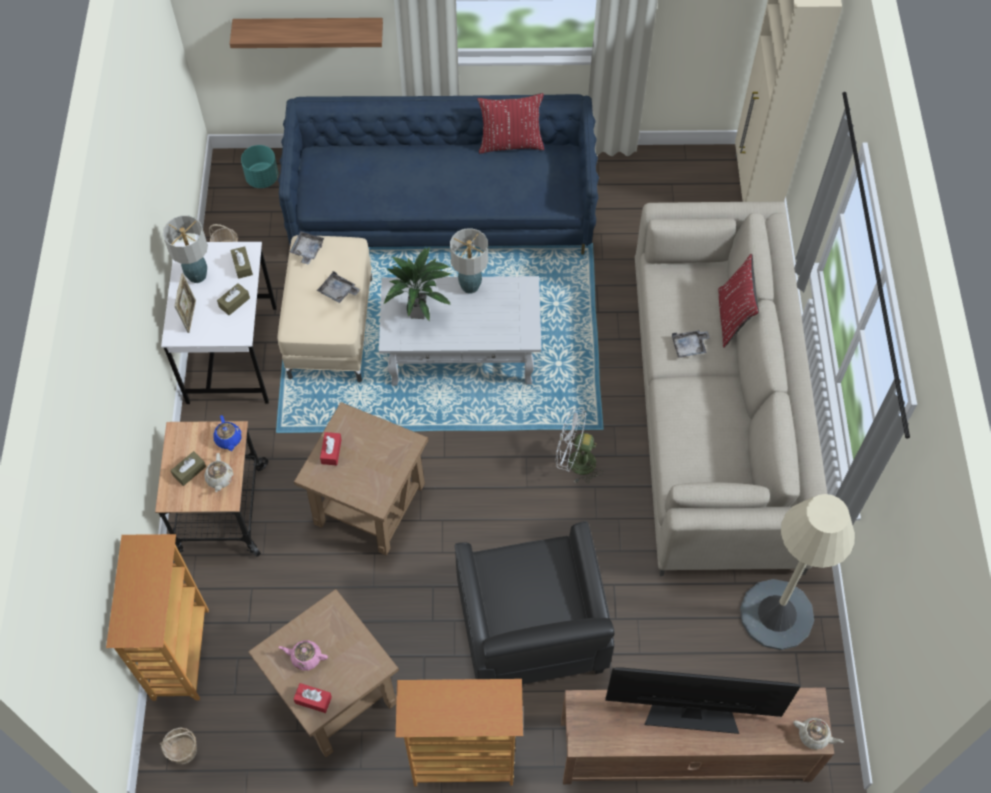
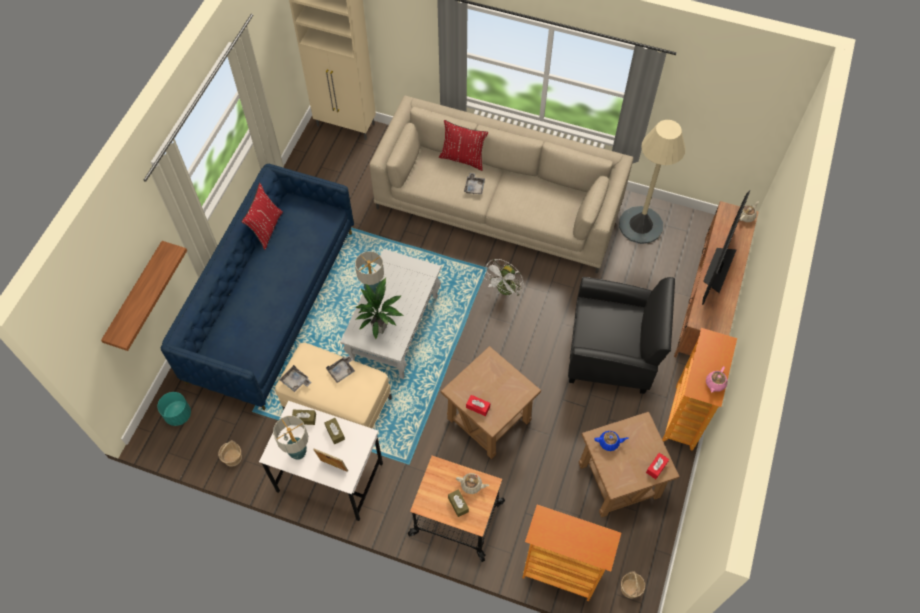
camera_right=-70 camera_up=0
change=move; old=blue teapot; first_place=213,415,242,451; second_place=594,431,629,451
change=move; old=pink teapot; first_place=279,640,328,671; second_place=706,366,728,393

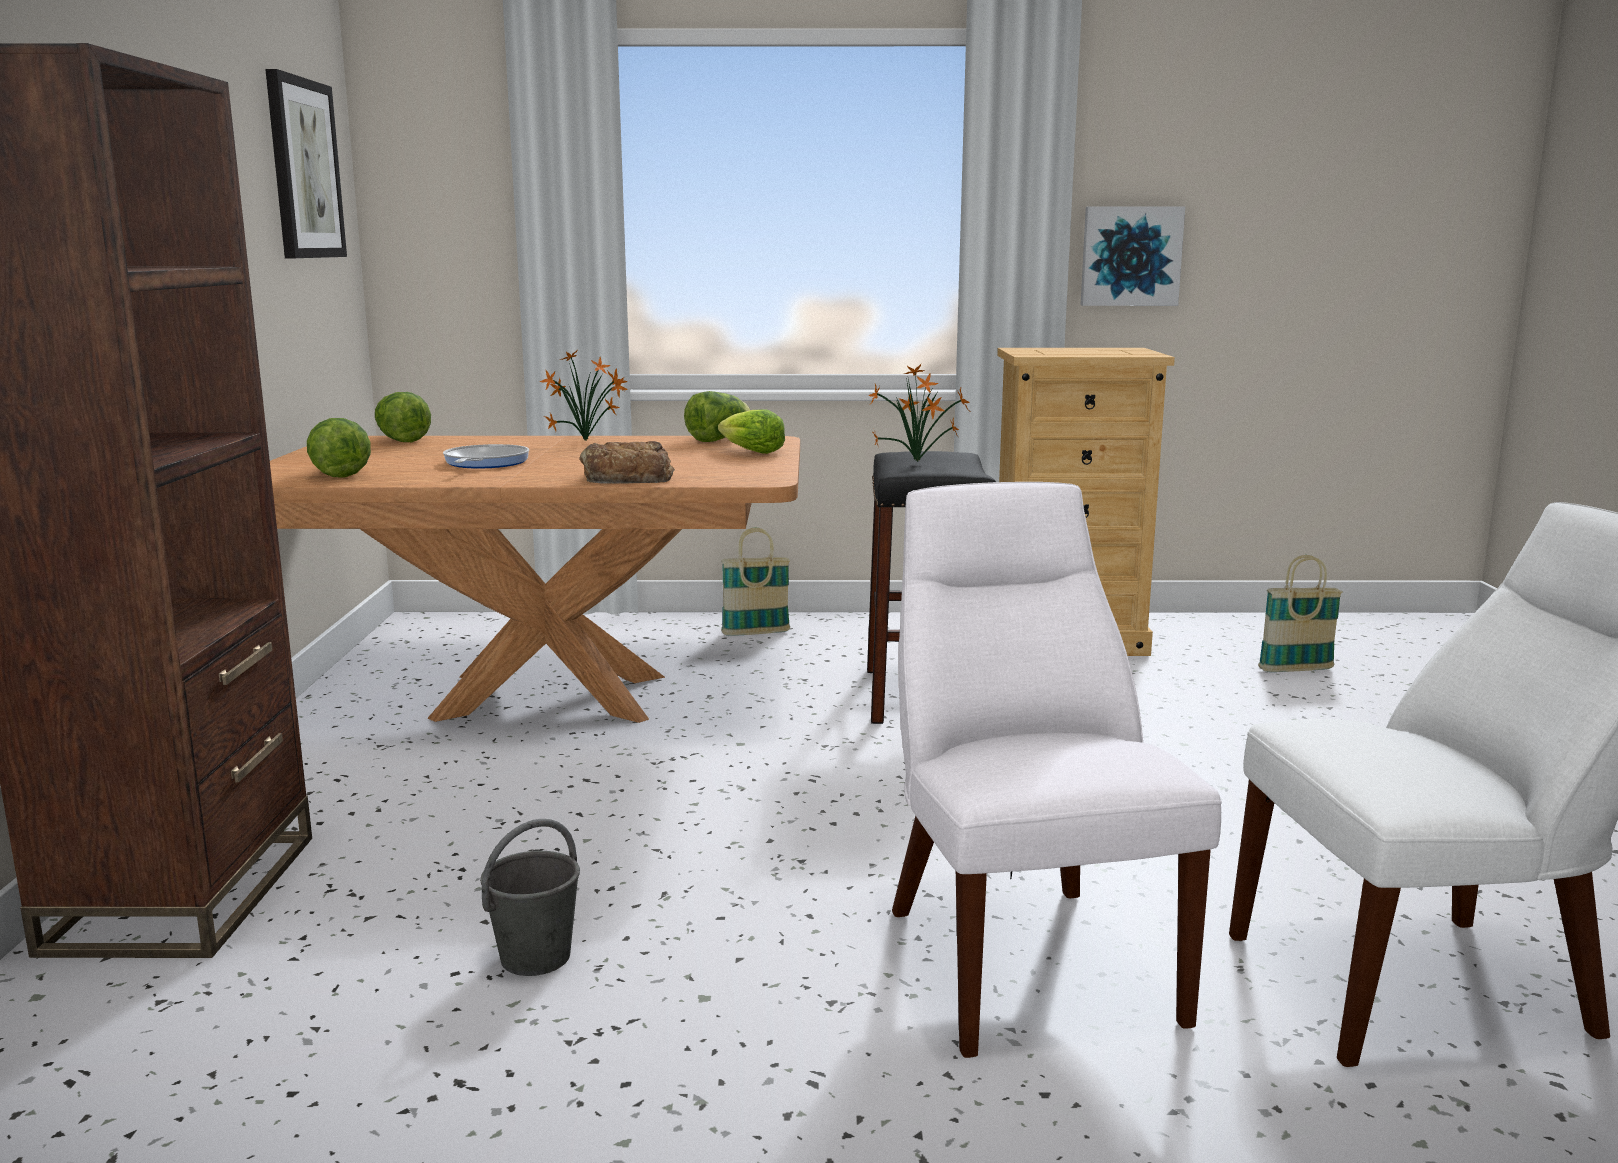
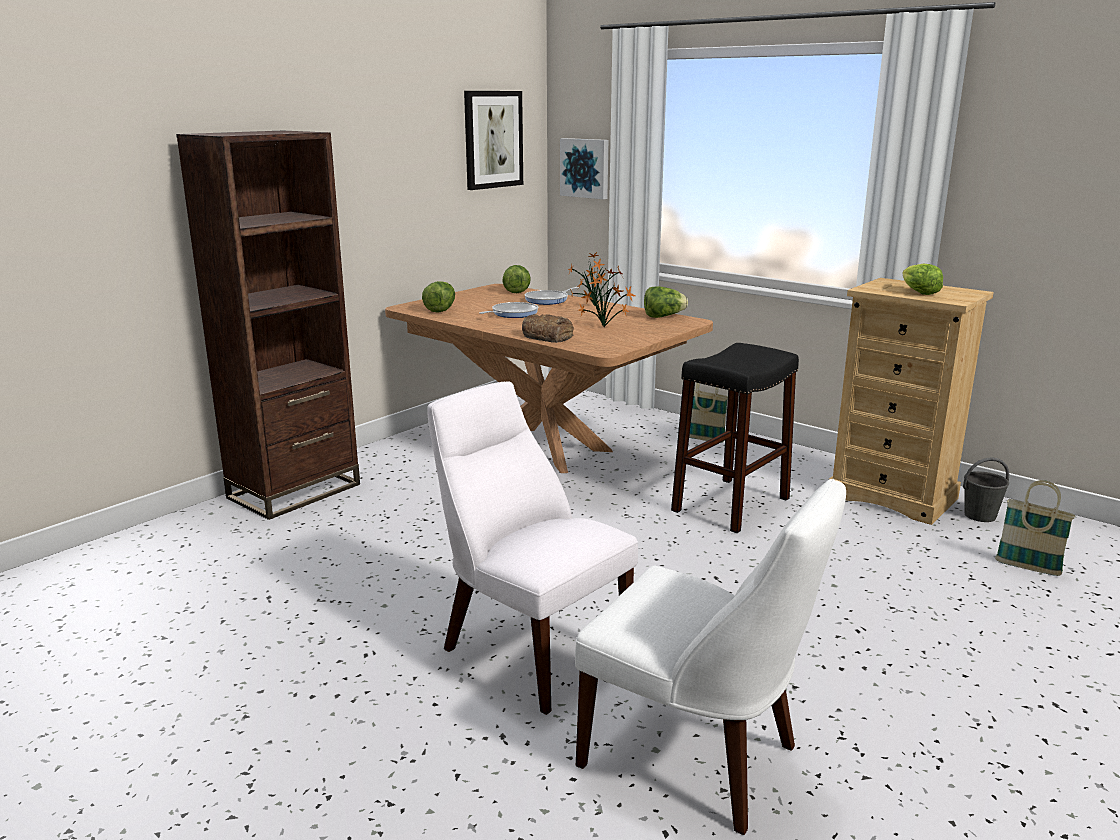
camera_right=40 camera_up=5
change=move; old=picture; first_place=1081,206,1185,306; second_place=560,138,608,199
change=move; old=potted plant; first_place=869,364,969,462; second_place=577,268,635,328
change=move; old=lettuce; first_place=718,409,785,454; second_place=902,264,943,295
change=rotate; old=white chair; first_place=892,482,1222,1058; second_place=427,381,638,715; degrees=-75
change=move; old=grey bucket; first_place=480,819,580,976; second_place=963,458,1009,522
change=insert; new=frying pan; second_place=525,287,579,305

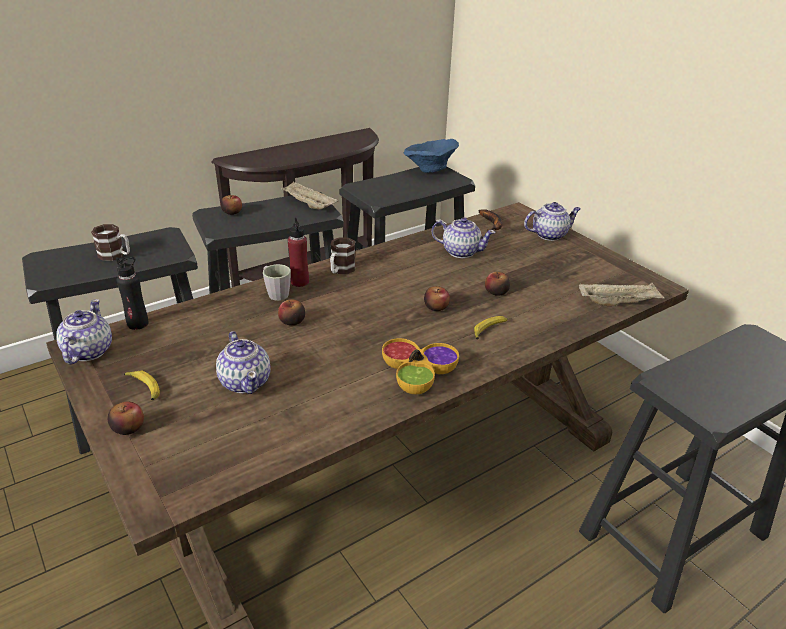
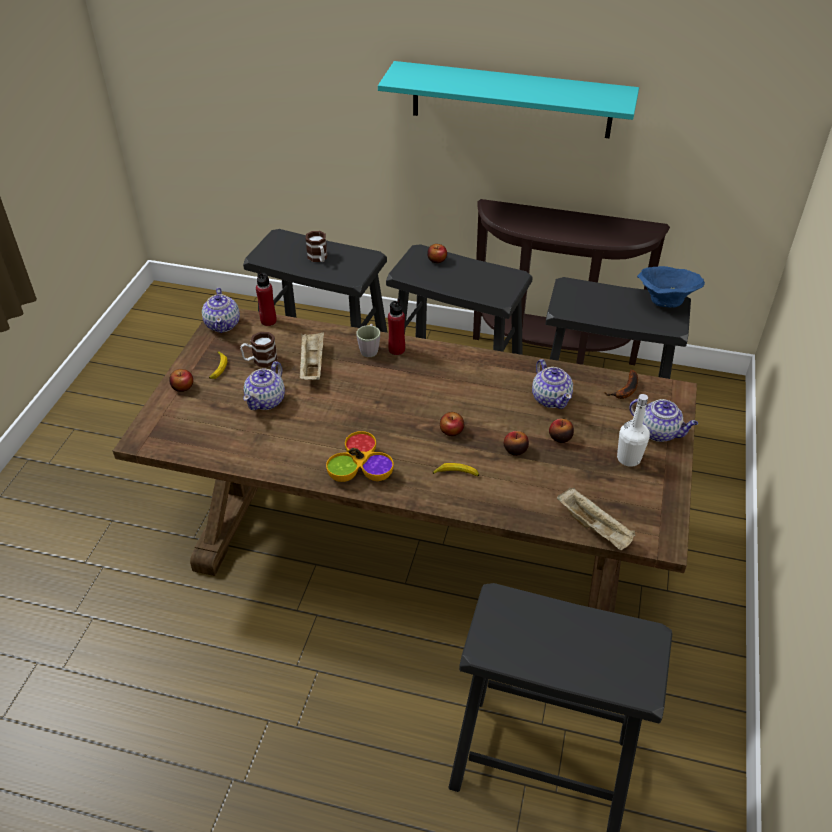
camera_right=50 camera_up=10
change=move; old=beige tray; first_place=281,182,339,209; second_place=300,332,324,380
change=move; old=mug; first_place=330,237,355,274; second_place=240,332,278,367
change=recolor; old=black bottle; new=red bottle; first_place=116,257,149,330; second_place=256,270,277,326
change=rotate; old=teapot; first_place=56,299,112,365; second_place=202,288,240,333; degrees=120
change=move; old=apple; first_place=278,299,305,325; second_place=549,419,574,443
change=insert; new=turquoise shelf; second_place=378,61,639,138
change=insert; new=white bottle; second_place=617,394,650,467

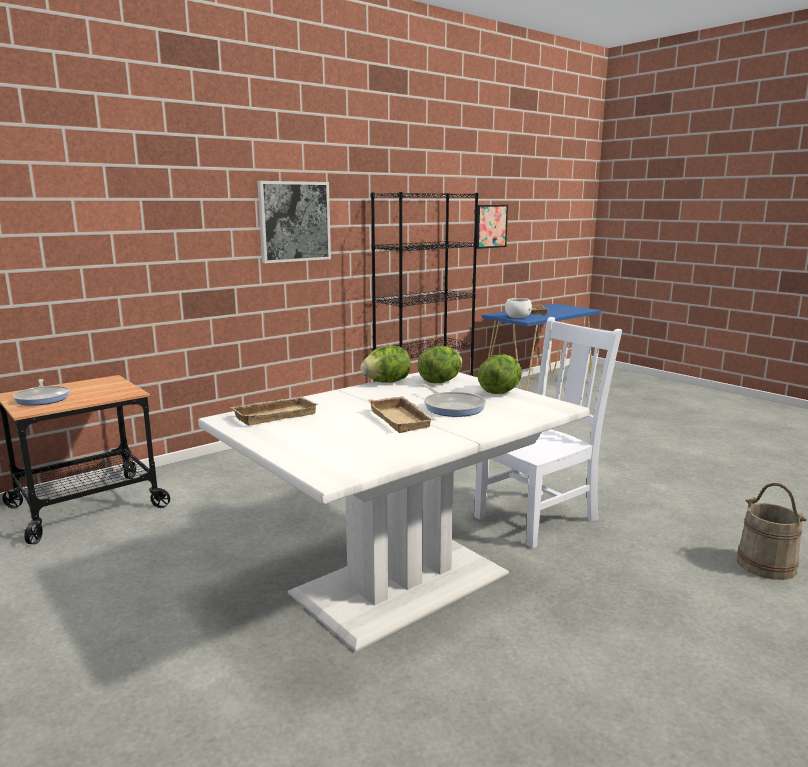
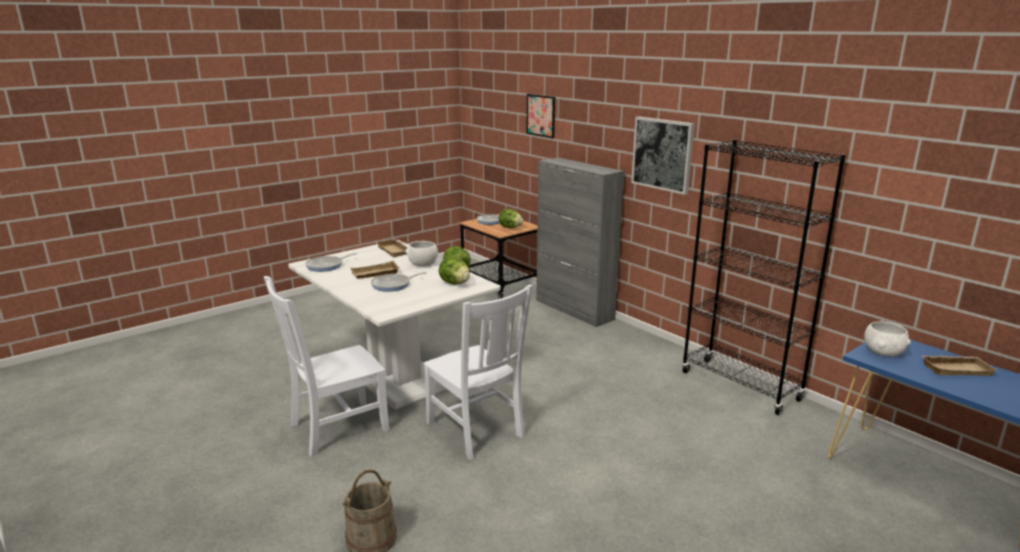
camera_right=90 camera_up=5
change=move; old=picture; first_place=477,205,508,249; second_place=526,94,555,138
change=move; old=lettuce; first_place=477,354,522,394; second_place=498,209,523,228
change=insert; new=grey cabinet; second_place=536,158,624,327
change=insert; new=white bowl; second_place=405,241,438,267
change=insert; new=frying pan; second_place=305,253,357,272
change=insert; new=white chair; second_place=264,276,389,457

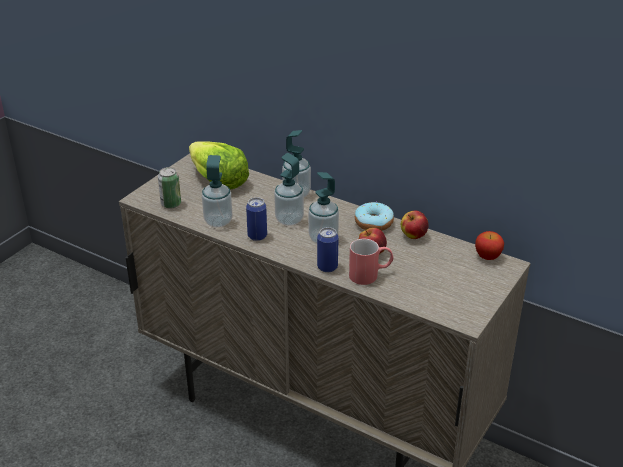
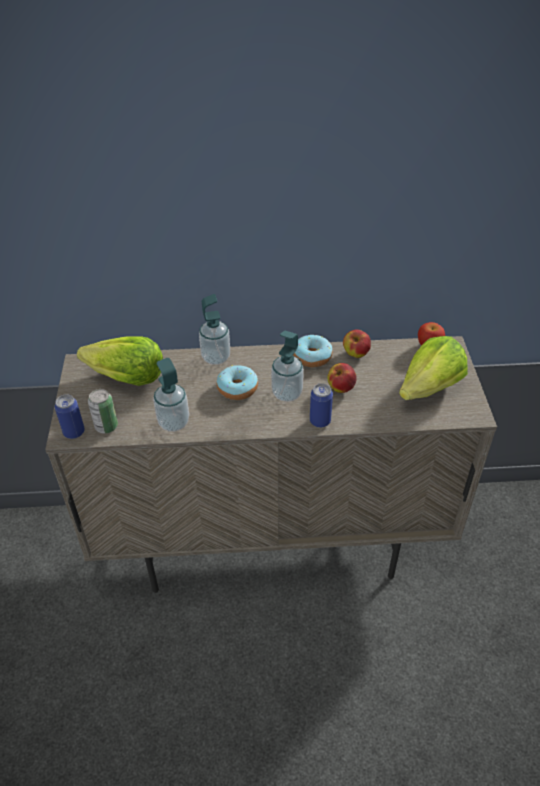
camera_right=-35 camera_up=10
change=replace; old=soap dispenser; new=donut; first_place=274,153,304,226; second_place=217,365,258,400
change=move; old=can; first_place=246,197,267,241; second_place=55,395,85,439
change=delete; old=red mug; first_place=349,239,393,285
change=insert; new=lettuce; second_place=399,336,468,400

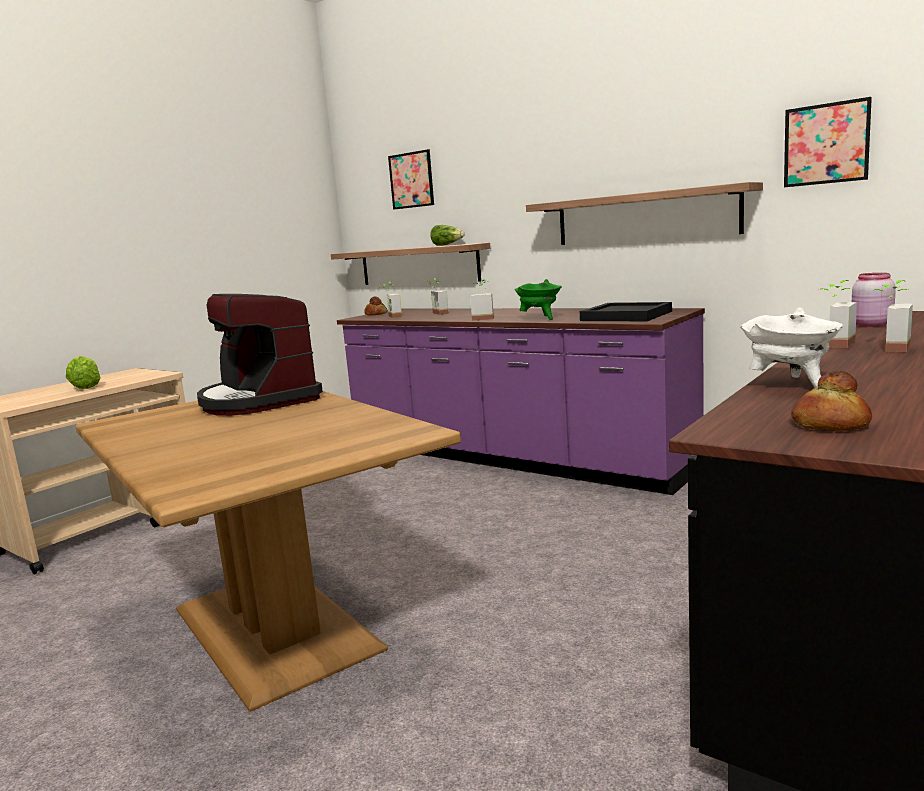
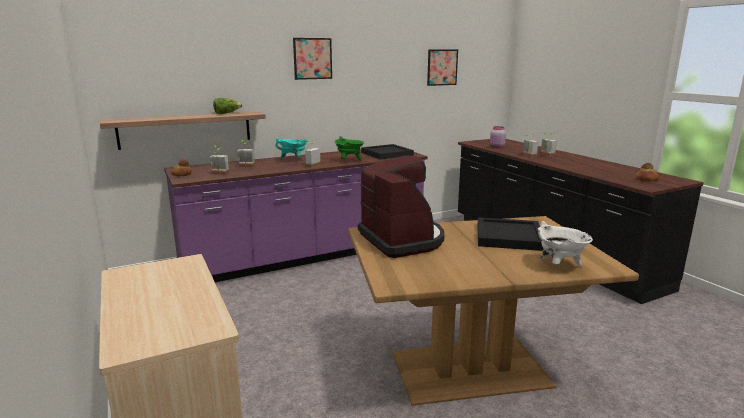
camera_right=-65 camera_up=5
change=move; old=picture; first_place=388,149,434,210; second_place=293,38,332,80
change=delete; old=shelf; first_place=526,182,763,245
change=rotate; old=coffee machine; first_place=197,294,323,416; second_place=358,156,445,258; degrees=-105
change=move; old=white cooking pot; first_place=740,307,843,388; second_place=538,221,593,267
change=delete; old=lettuce; first_place=66,356,101,389
change=insert; new=turquoise cooking pot; second_place=275,138,308,161
change=insert; new=black tray; second_place=477,217,544,251

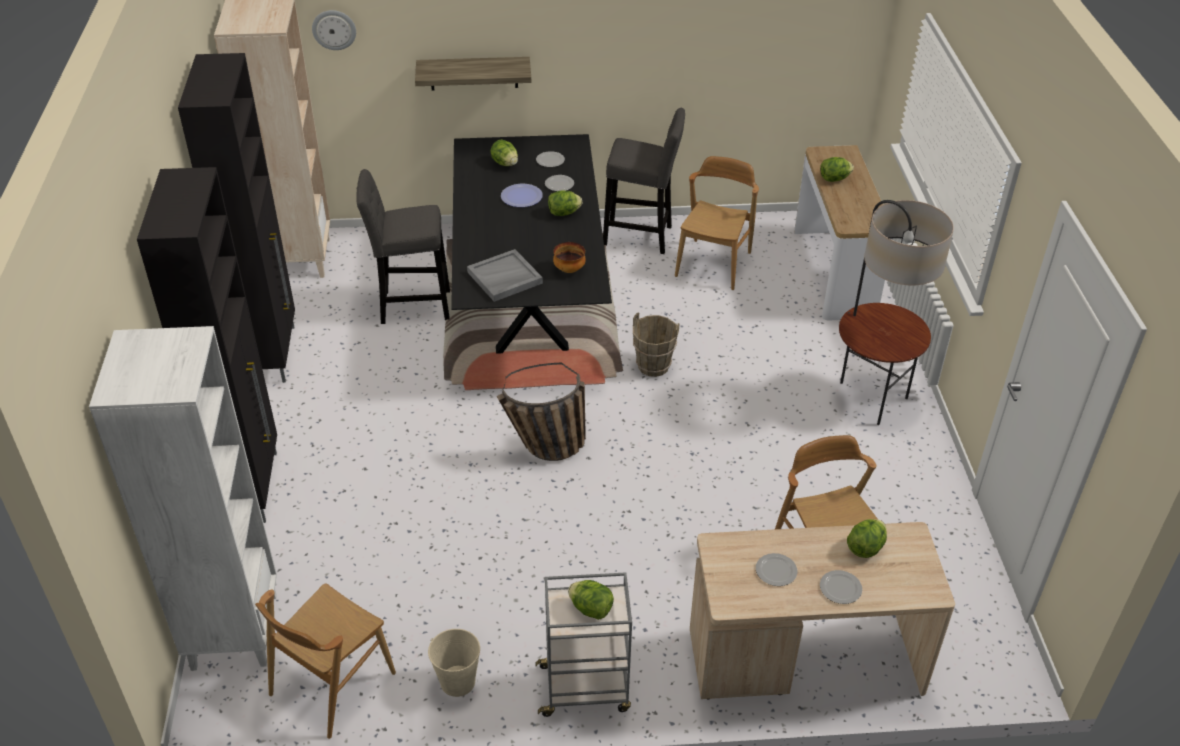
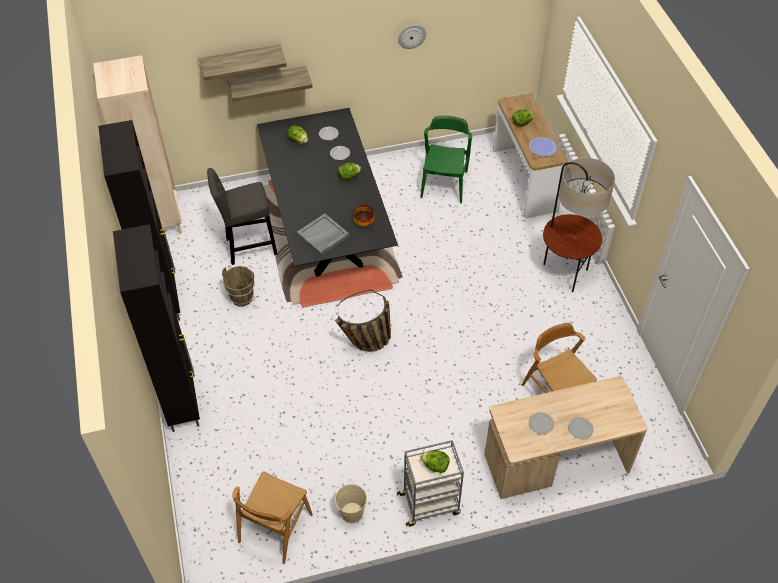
camera_right=-10 camera_up=10
change=move; old=wall clock; first_place=312,10,356,50; second_place=398,25,426,49
change=delete; old=grey stool; first_place=603,108,685,254
change=recolor; old=brown chair; new=green chair; first_place=675,156,759,290; second_place=420,116,472,203
change=move; old=plate; first_place=501,184,543,207; second_place=529,137,558,157
change=move; old=brown bucket; first_place=633,313,680,377; second_place=222,266,255,307
change=delete; old=white bookcase; first_place=89,326,277,671
change=delete; old=lettuce; first_place=847,519,887,558
change=insert; new=shelf; second_place=199,44,287,81

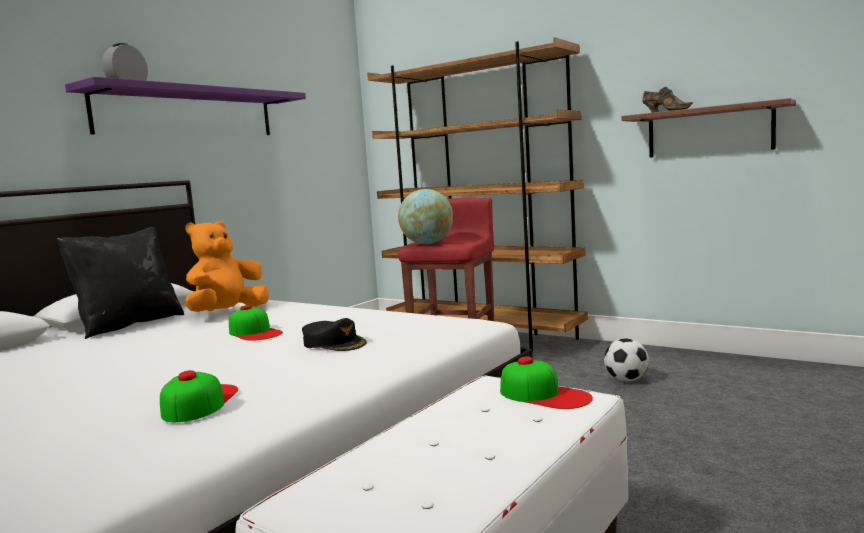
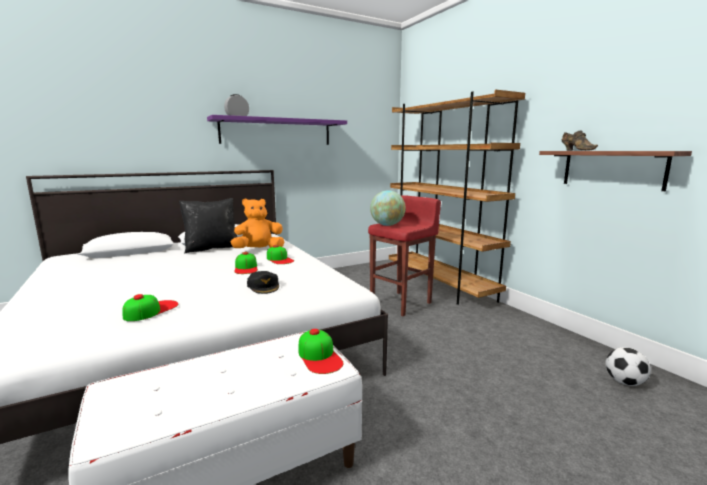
camera_right=25 camera_up=5
change=move; old=football; first_place=604,338,649,382; second_place=606,347,651,386
change=insert; new=cap; second_place=267,245,294,264

